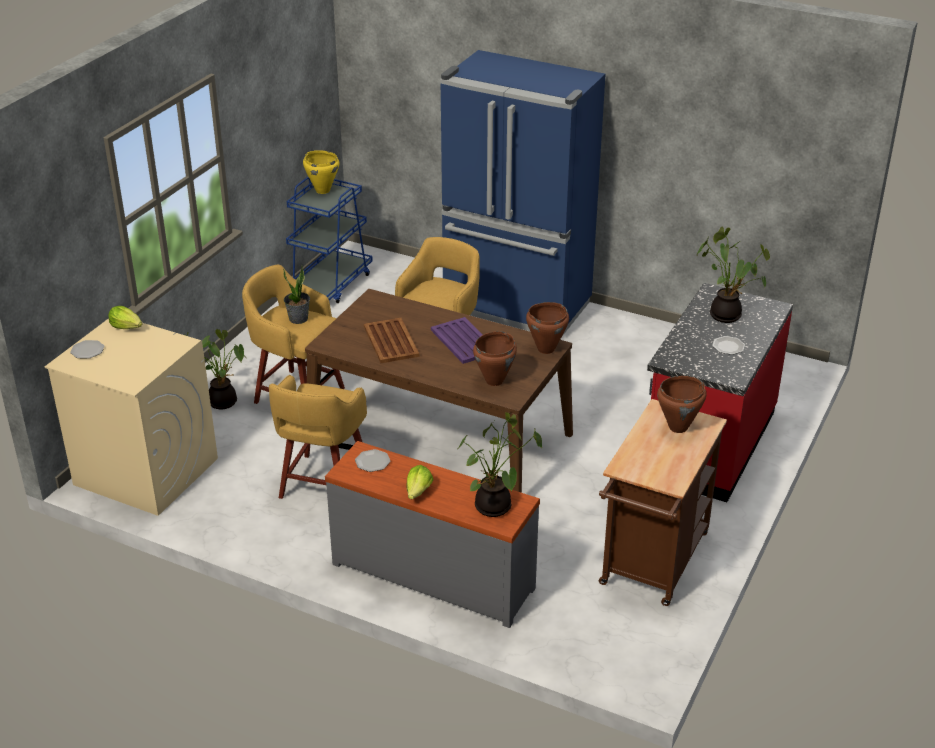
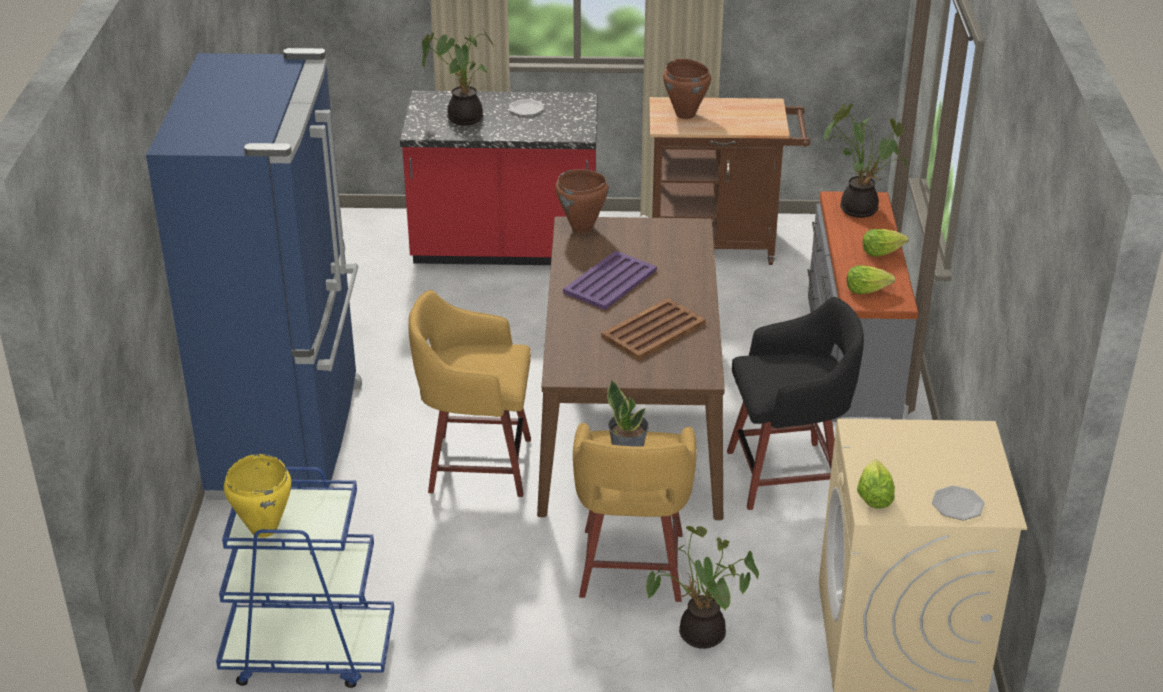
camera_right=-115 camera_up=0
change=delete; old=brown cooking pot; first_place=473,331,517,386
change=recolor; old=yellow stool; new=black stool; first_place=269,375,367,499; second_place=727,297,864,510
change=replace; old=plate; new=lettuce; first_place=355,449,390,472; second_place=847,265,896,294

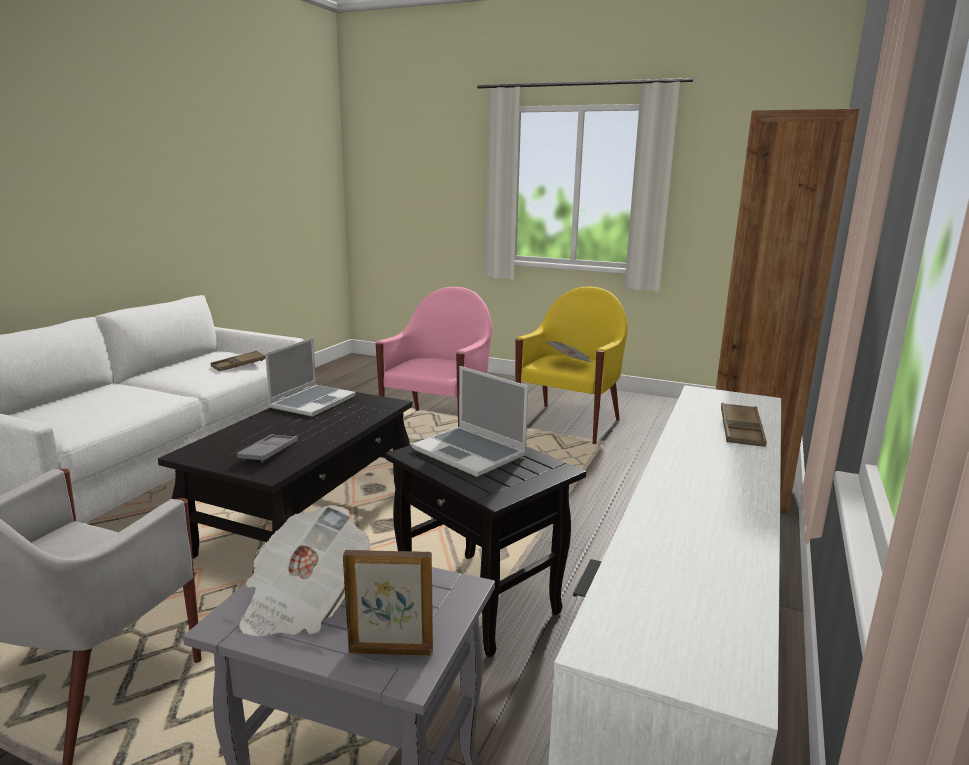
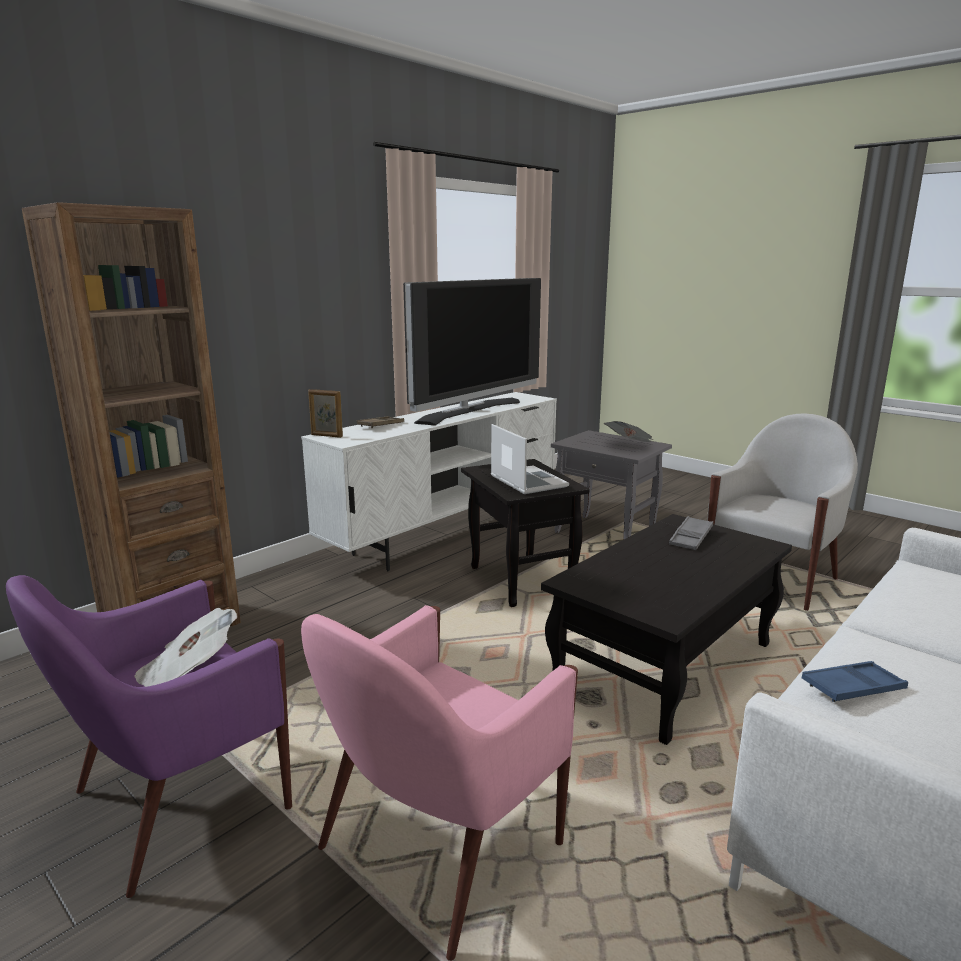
camera_right=-160 camera_up=0
change=recolor; old=yellow armchair; new=purple armchair; first_place=515,286,628,444; second_place=6,575,292,898
change=delete; old=laptop; first_place=265,338,356,417
change=recolor; old=brown tray; new=blue tray; first_place=211,351,265,371; second_place=802,661,908,702
change=move; old=picture frame; first_place=343,550,433,656; second_place=308,389,343,438
change=insert; new=television; second_place=403,278,541,425

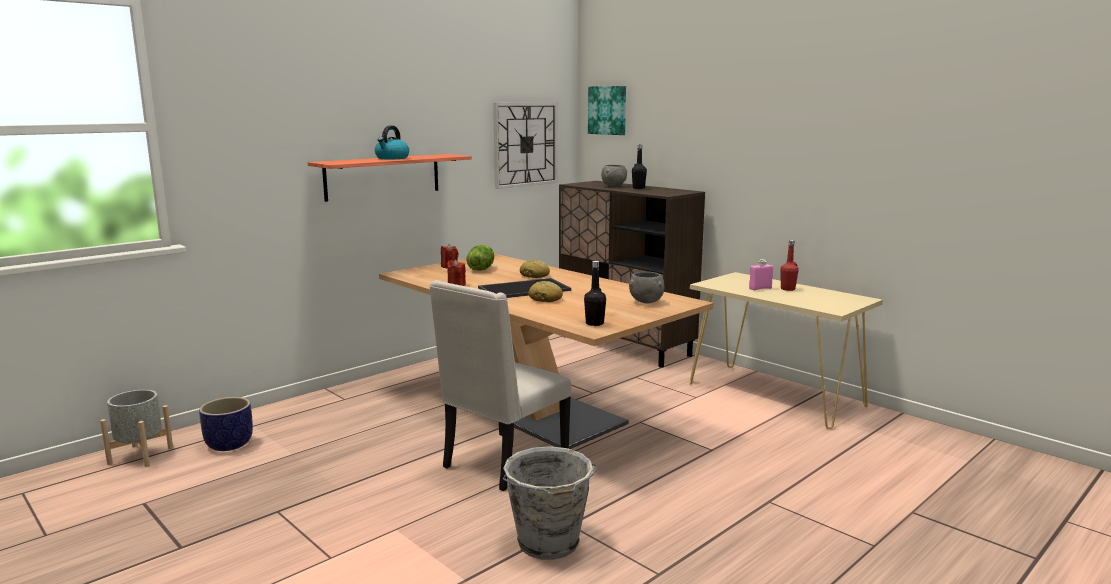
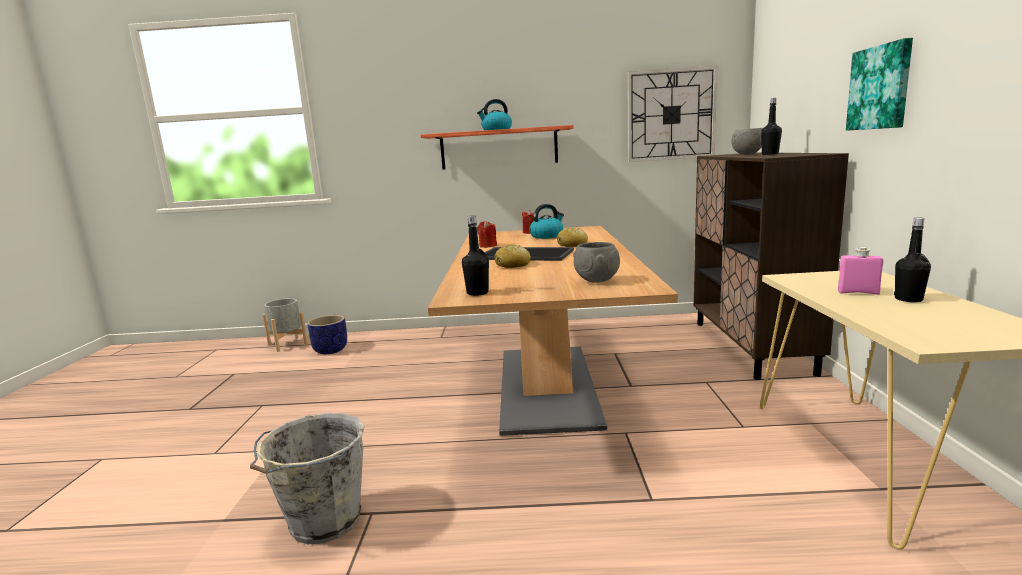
camera_right=45 camera_up=0
change=move; old=picture; first_place=588,86,626,135; second_place=846,38,913,131
change=recolor; old=red bottle; new=black bottle; first_place=780,240,799,291; second_place=894,218,931,302
change=replace; old=lettuce; new=kettle; first_place=467,245,494,271; second_place=529,204,564,239
change=delete; old=beige chair; first_place=429,280,572,491

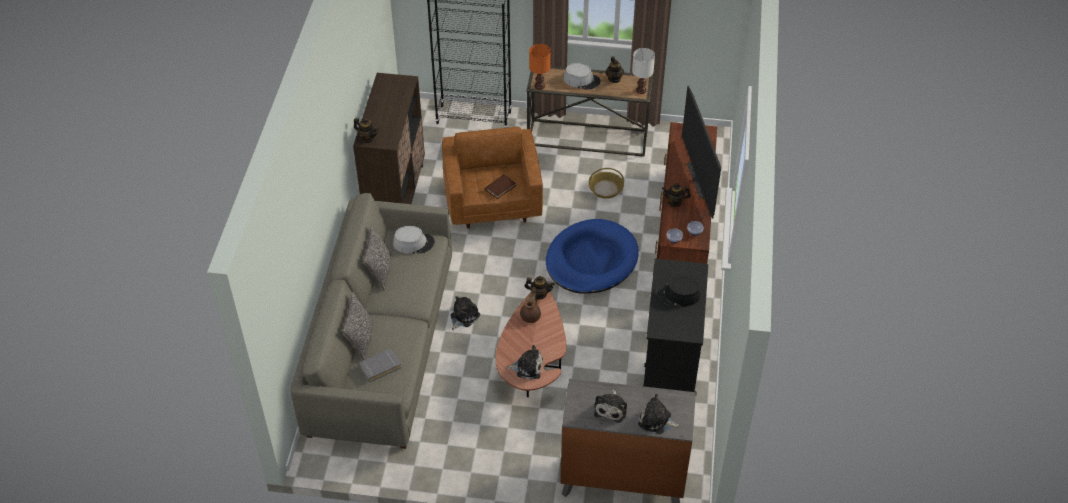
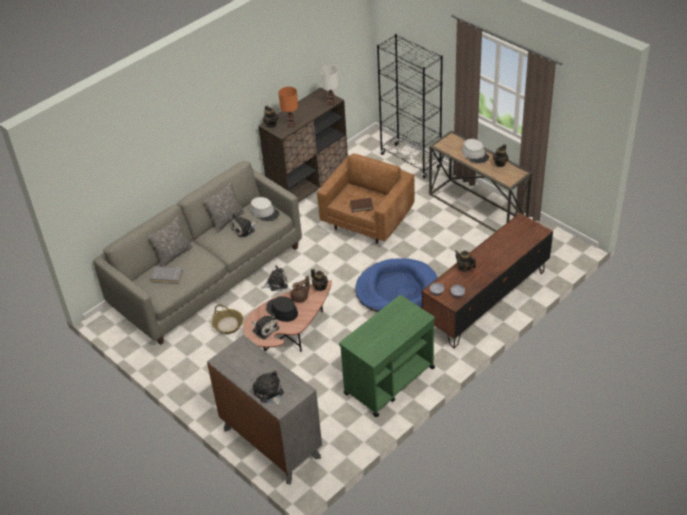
camera_right=40 camera_up=-5
change=move; old=orange table lamp; first_place=529,44,551,90; second_place=278,87,298,127
change=move; old=white table lamp; first_place=632,48,655,94; second_place=320,65,339,105
change=delete; old=television; first_place=682,86,721,218
change=move; old=basket; first_place=589,168,624,199; second_place=212,305,244,334
change=recolor; old=black cart; new=green cart; first_place=643,259,708,392; second_place=339,295,435,417
change=move; old=black hat; first_place=656,277,700,306; second_place=266,296,298,322
change=move; old=plush toy; first_place=594,389,627,423; second_place=231,213,257,238

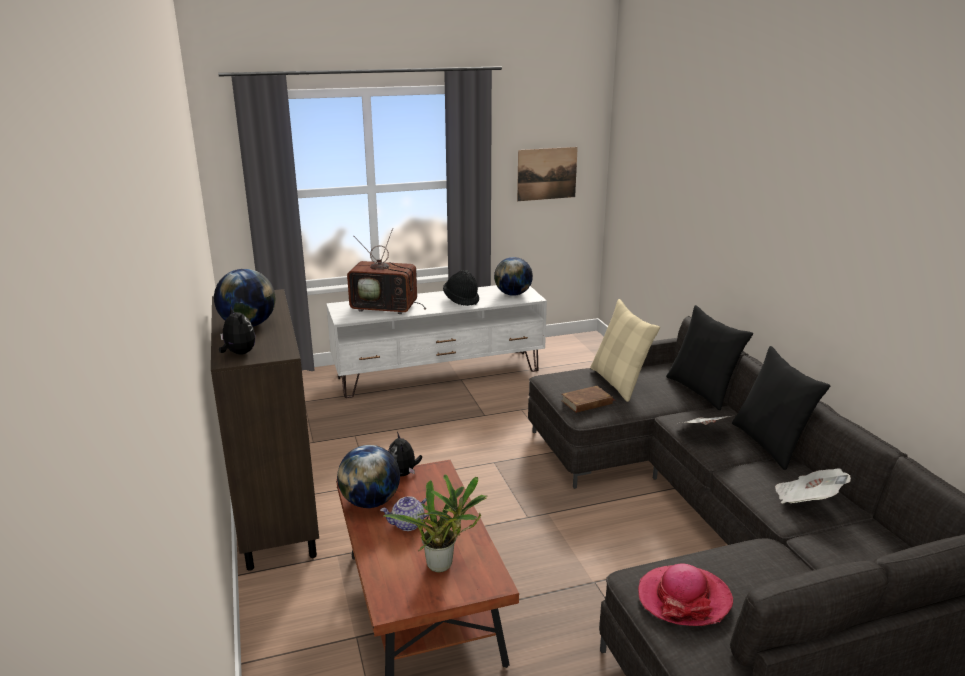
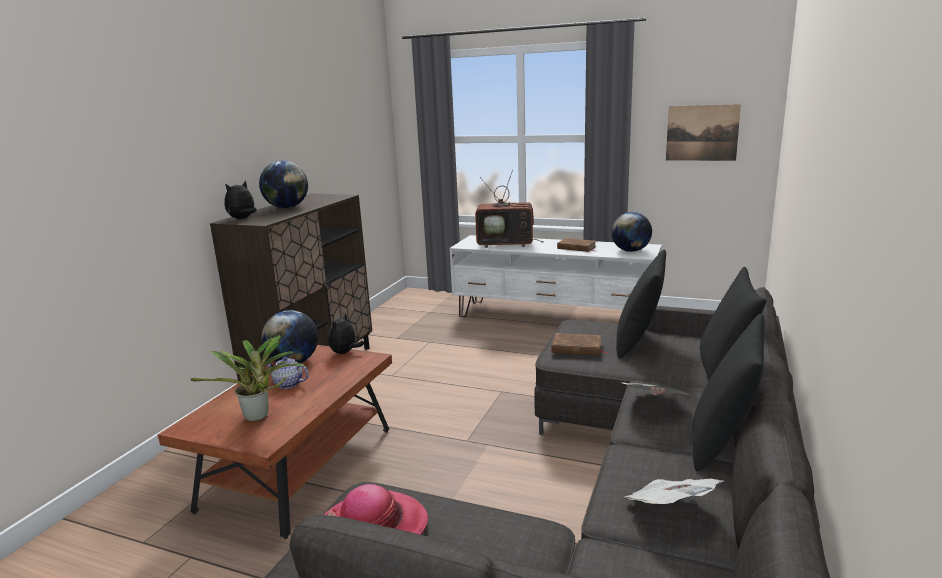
camera_right=40 camera_up=-5
change=rotate; old=television; first_place=347,228,427,314; second_place=475,169,544,248; degrees=-45
change=replace; old=black hat; new=brown book; first_place=443,270,479,306; second_place=557,238,596,252
change=recolor; old=beige pillow; new=black pillow; first_place=590,299,660,402; second_place=616,250,666,358
change=rotate; old=plush toy; first_place=219,307,255,355; second_place=225,181,257,219; degrees=-135

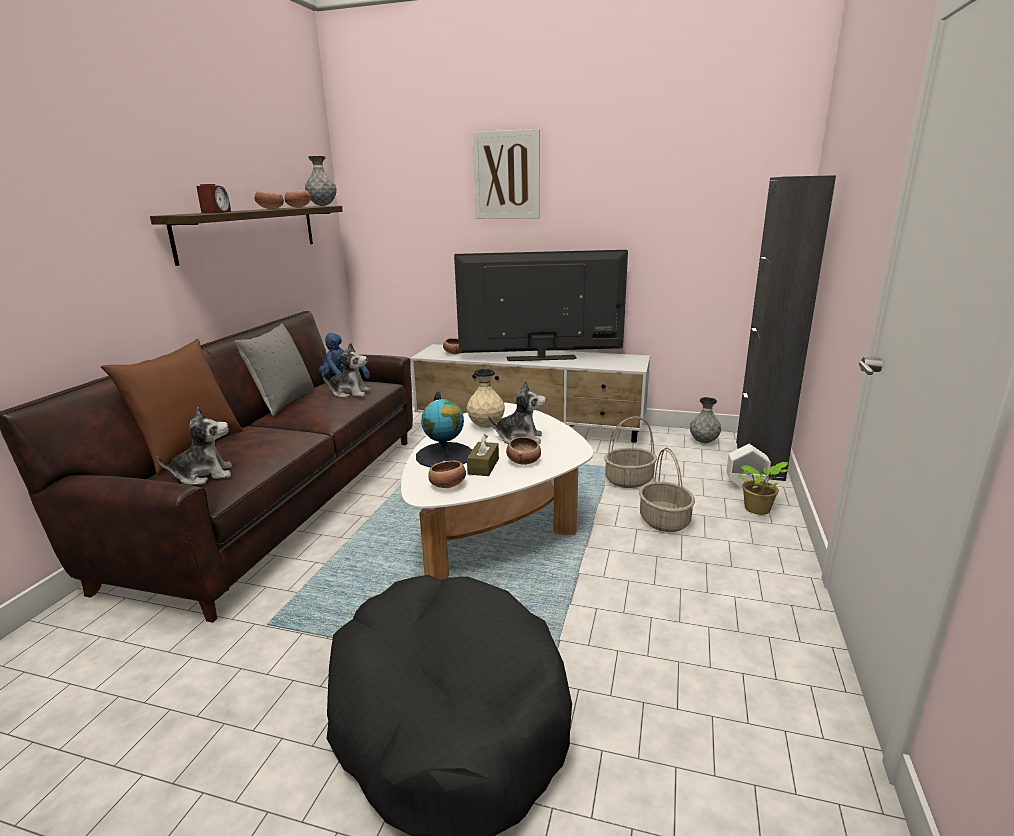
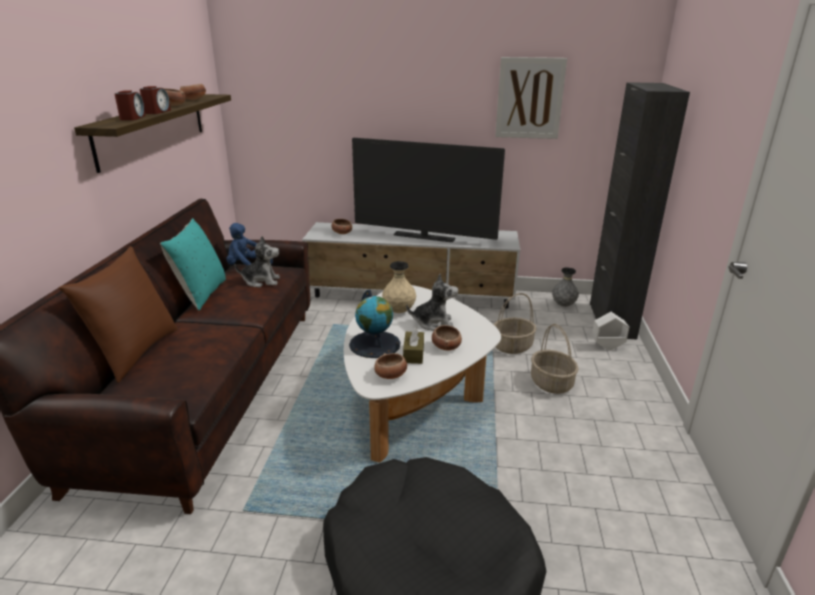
camera_right=-10 camera_up=5
change=move; old=picture; first_place=473,129,540,219; second_place=495,57,567,139
change=delete; old=grey vase; first_place=305,156,337,206
change=rotate; old=television; first_place=454,250,628,361; second_place=352,138,505,242; degrees=-150
change=recolor; old=grey pillow; new=turquoise pillow; first_place=235,323,315,416; second_place=160,218,226,311
change=delete; old=plush toy; first_place=157,407,232,485
change=delete; old=potted plant; first_place=739,462,788,515
change=insert; new=alarm clock; second_place=140,86,171,114

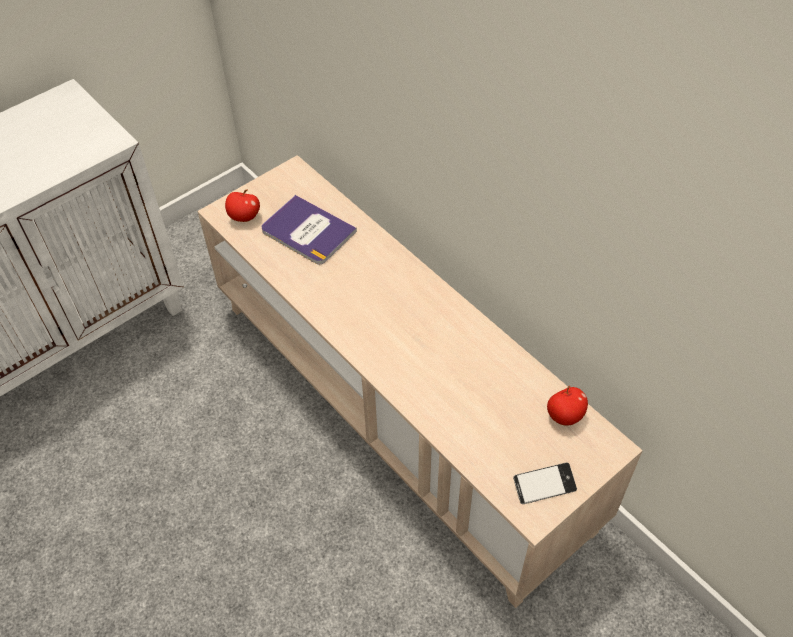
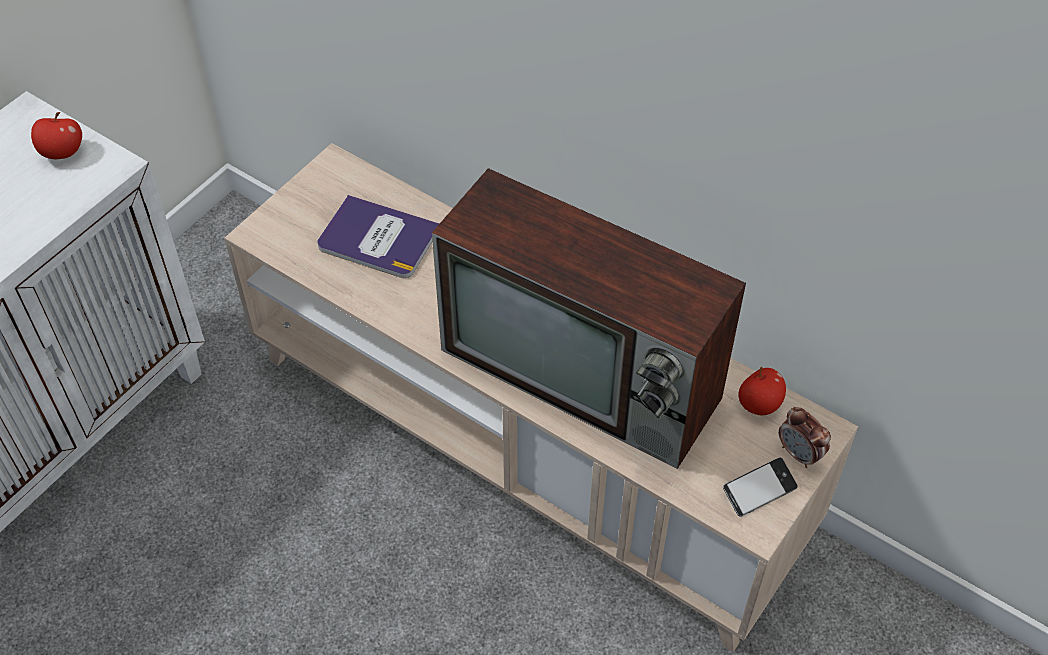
camera_right=-15 camera_up=0
change=move; old=apple; first_place=225,189,260,222; second_place=31,112,82,159
change=insert; new=television; second_place=432,168,746,469
change=insert; new=alarm clock; second_place=779,407,831,468

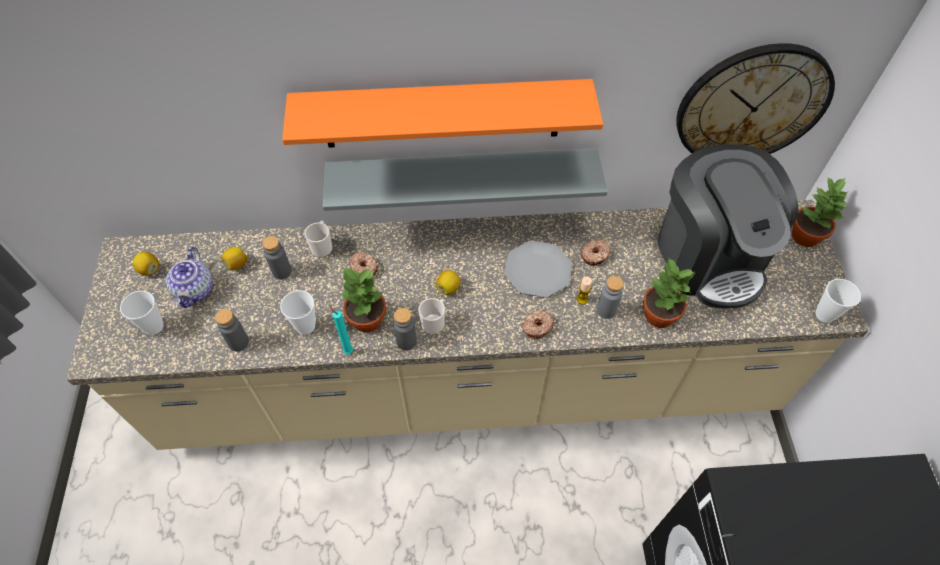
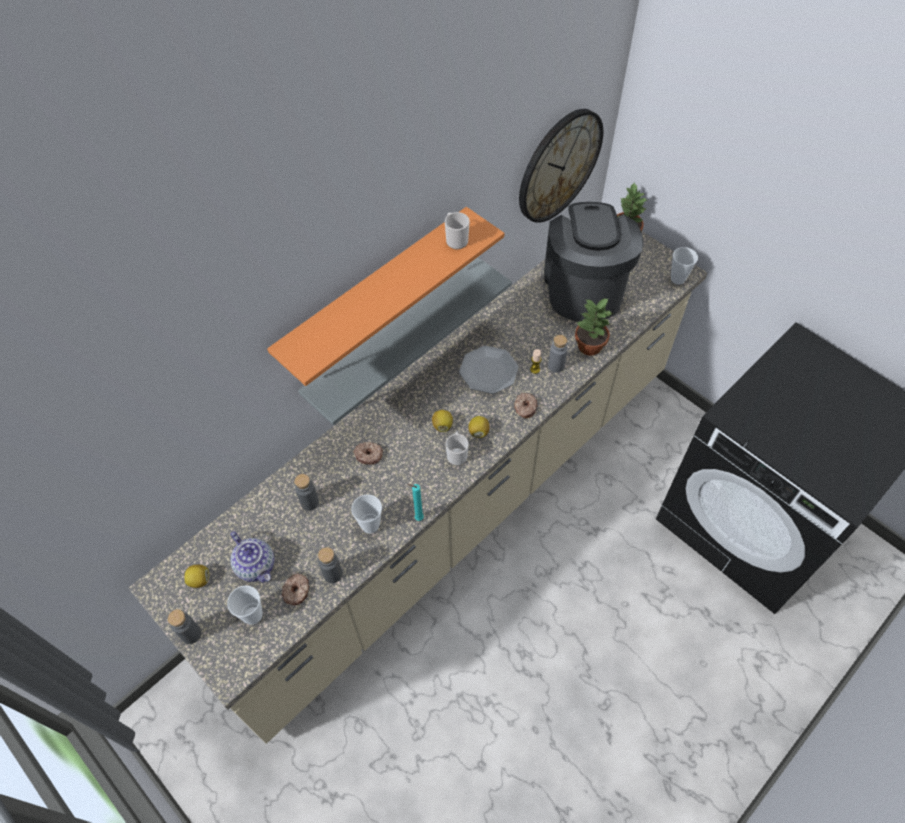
camera_right=-40 camera_up=0
change=rotate; old=coffee machine; first_place=658,144,798,309; second_place=544,202,643,322; degrees=-120
change=move; old=mug; first_place=304,221,332,258; second_place=445,212,470,249
change=move; old=donut; first_place=581,240,611,265; second_place=282,573,309,605
change=move; old=lemon; first_place=222,247,248,270; second_place=468,416,489,438
change=delete; old=potted plant; first_place=339,268,386,333
change=move; old=grey bottle; first_place=393,308,417,350; second_place=168,609,201,644

